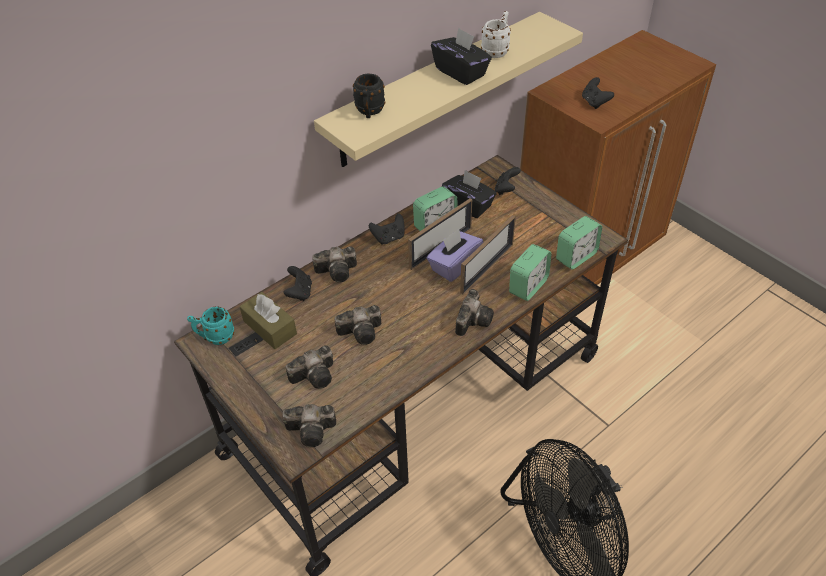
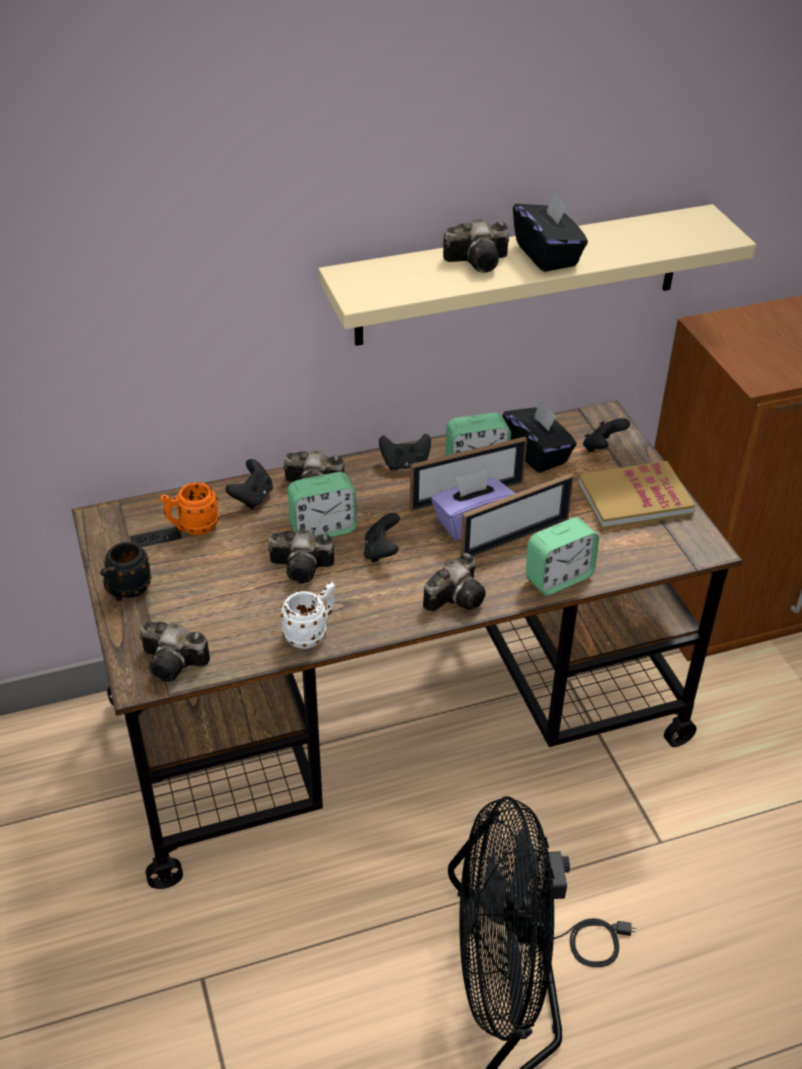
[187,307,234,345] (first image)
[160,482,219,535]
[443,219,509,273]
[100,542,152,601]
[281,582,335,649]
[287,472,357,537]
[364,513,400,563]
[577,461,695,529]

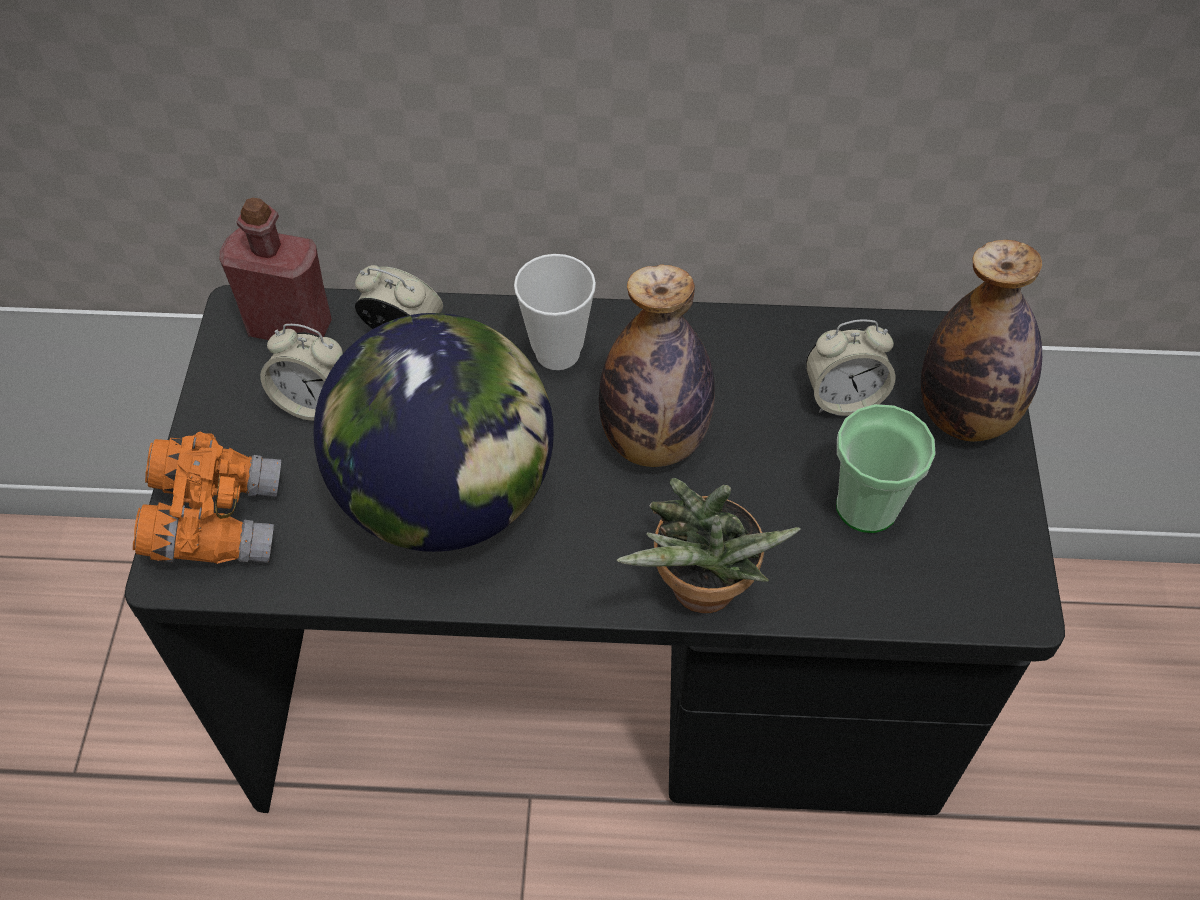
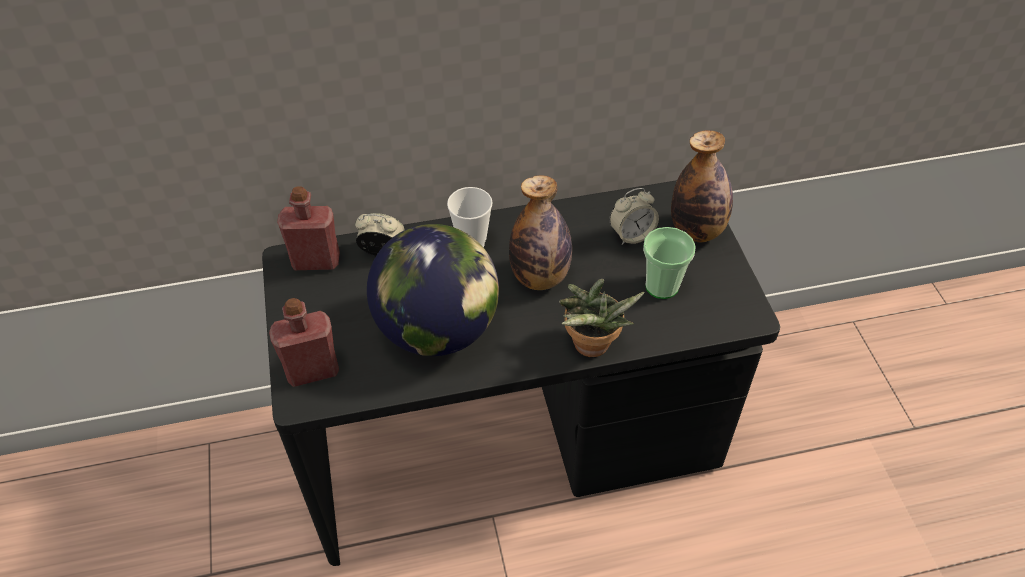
[269,298,339,387]
[260,324,343,421] (first image)

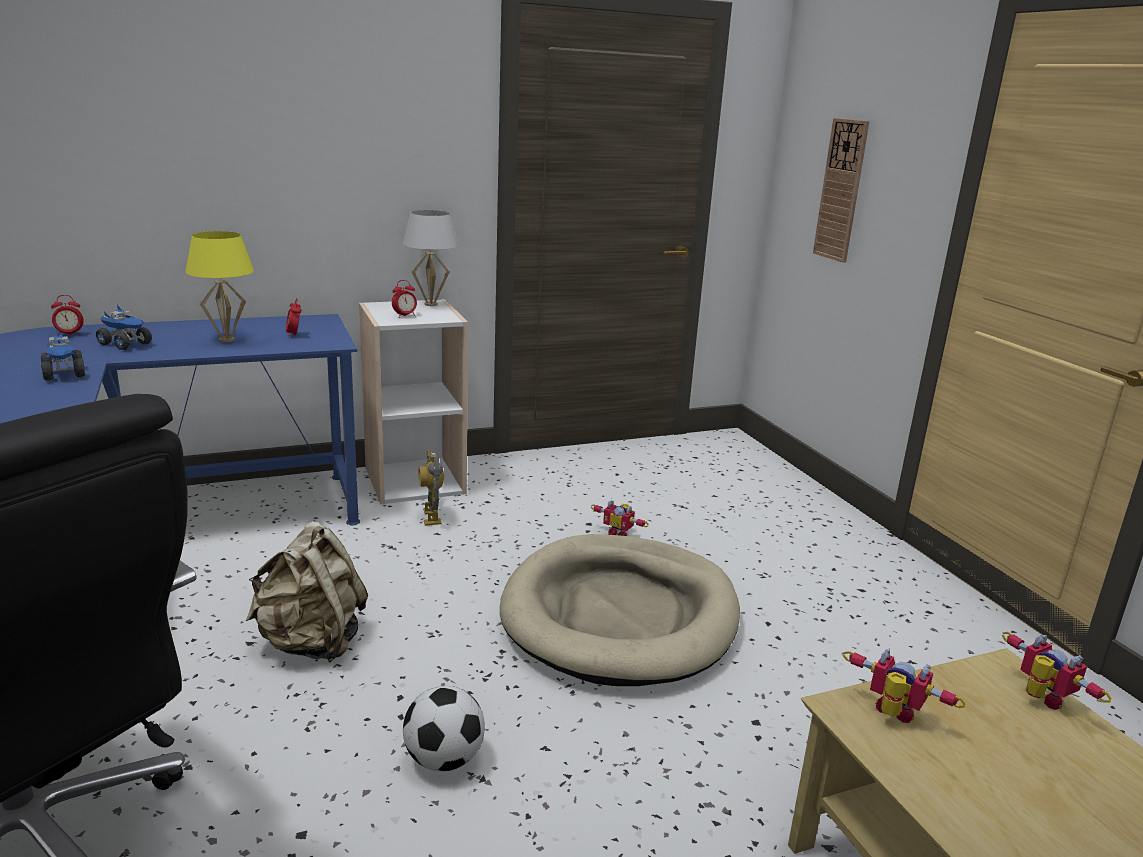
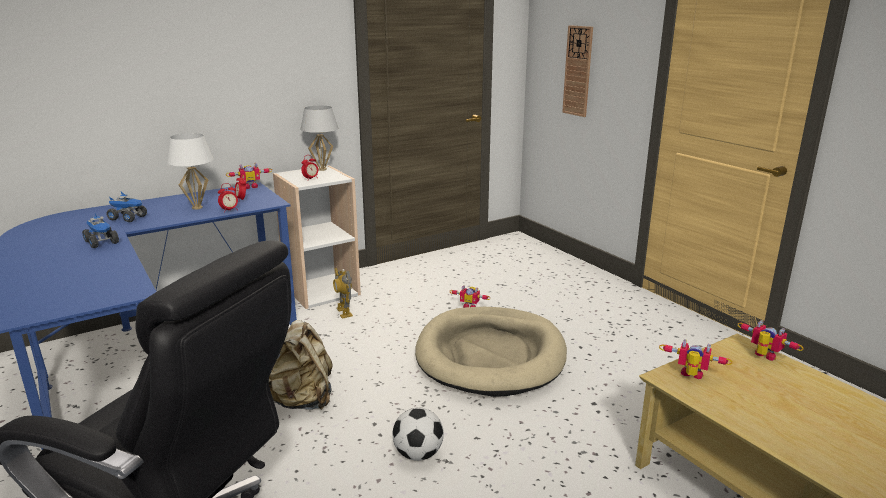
[218,183,238,212]
[167,133,214,210]
[226,163,272,189]

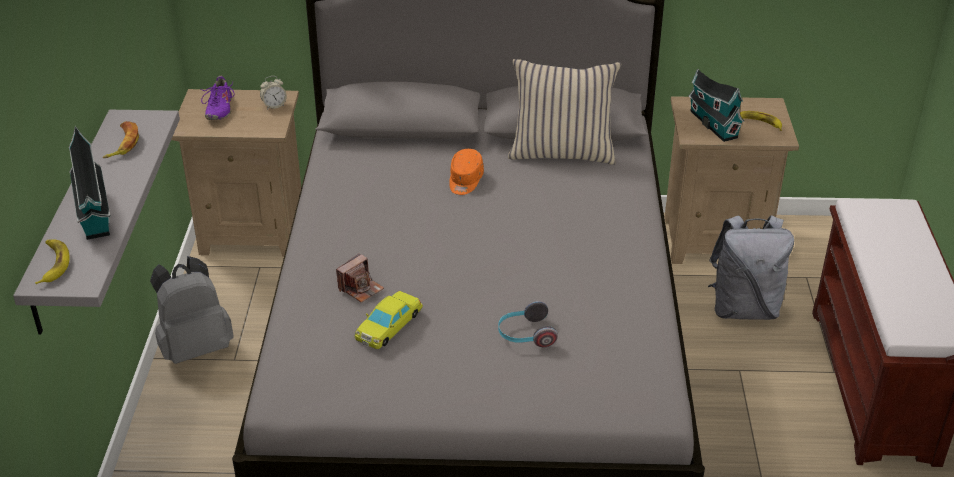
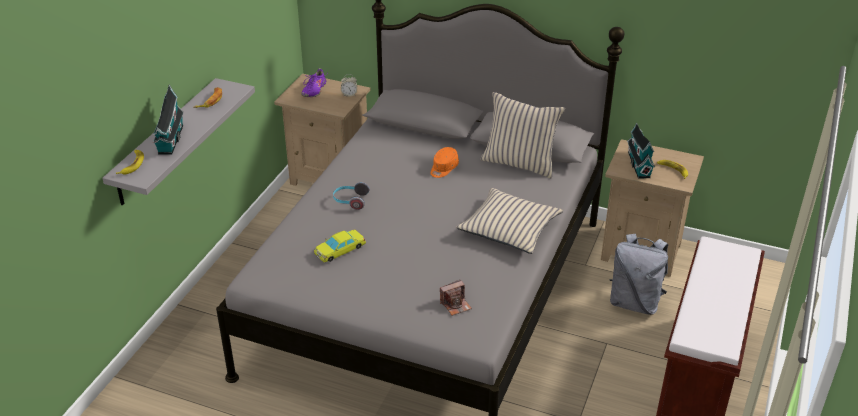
[150,256,234,364] (first image)
[440,280,472,316]
[333,182,369,210]
[456,188,563,254]

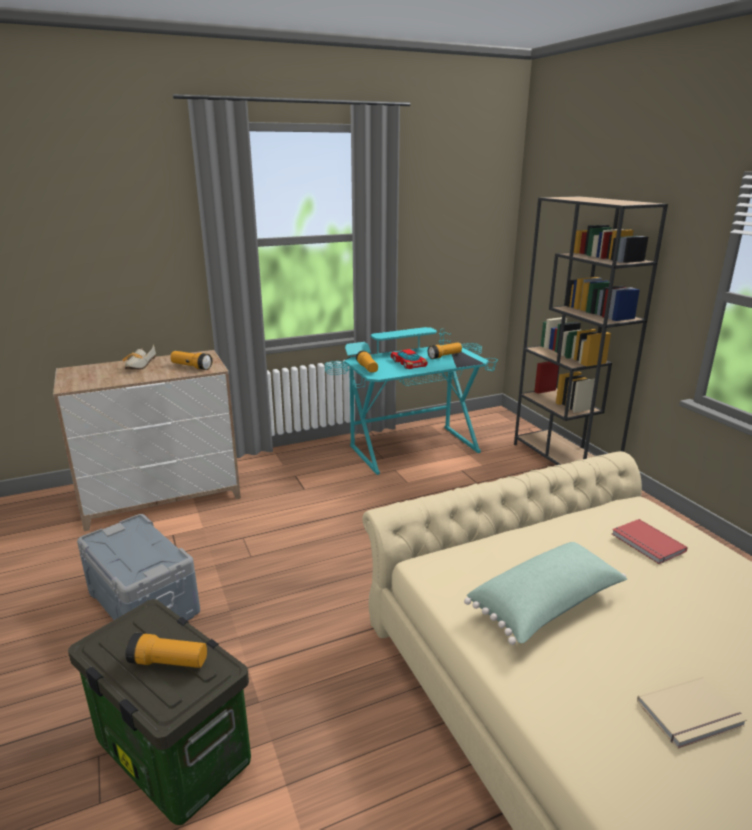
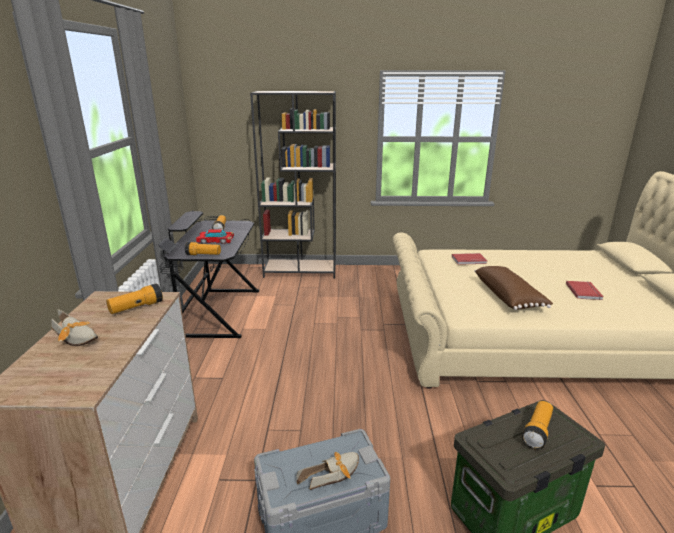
[158,211,259,338]
[475,266,553,310]
[566,281,604,300]
[296,452,359,490]

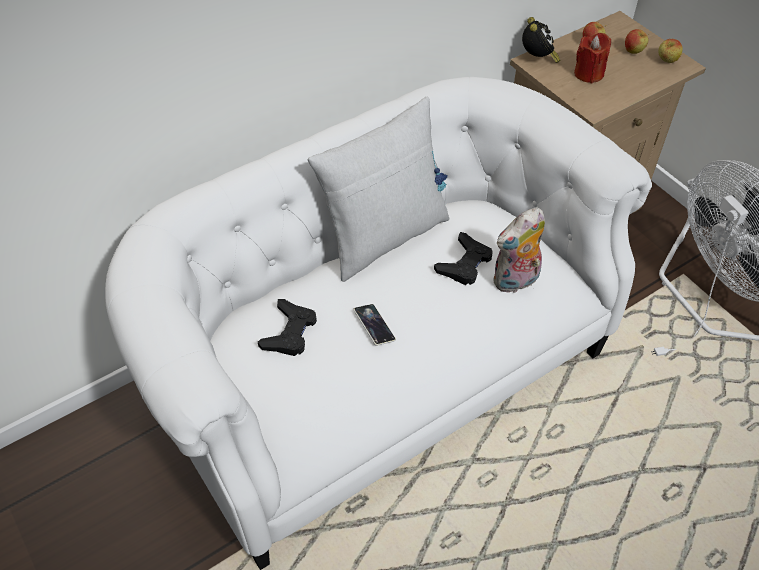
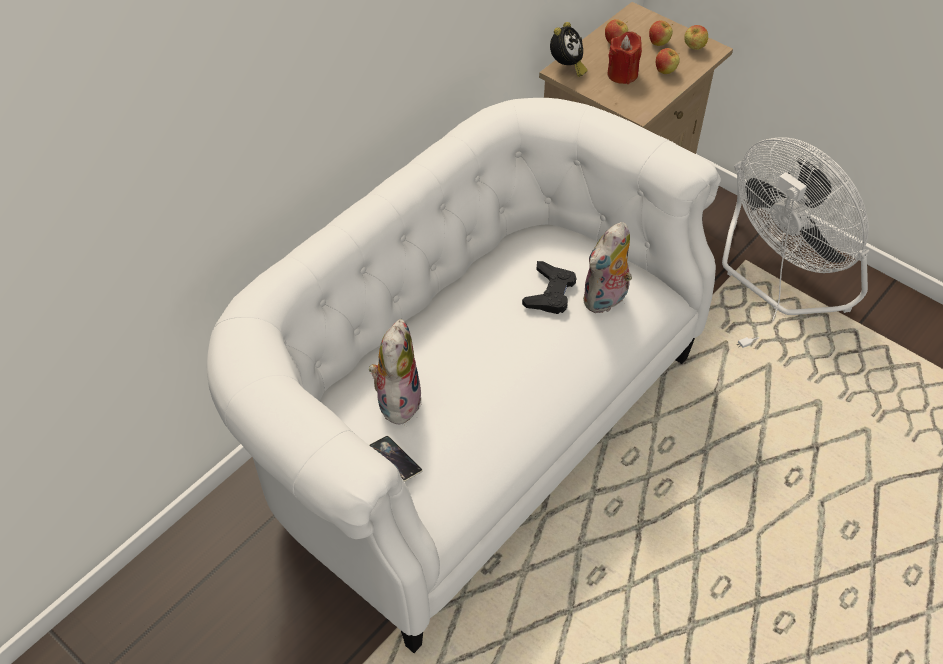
[369,319,421,425]
[308,97,449,282] (first image)
[370,436,423,482]
[550,22,588,77]
[656,48,680,74]

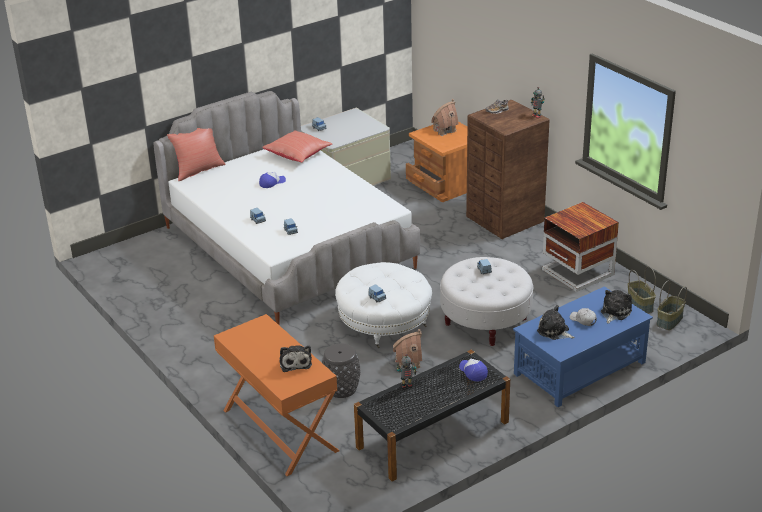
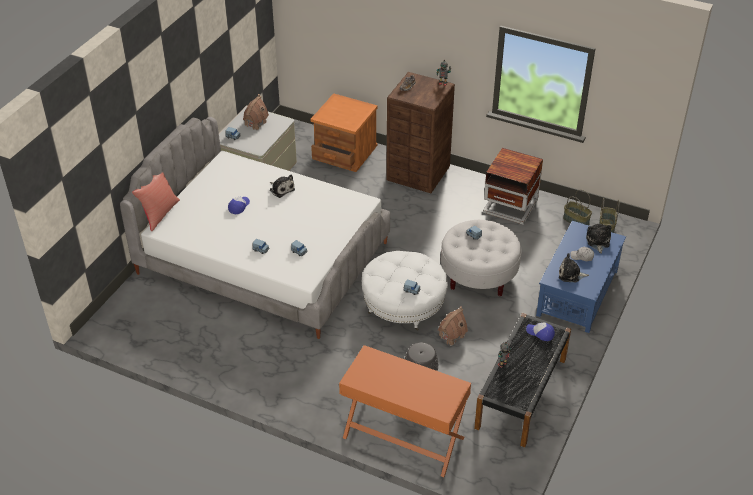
[262,130,332,162] (first image)
[270,175,295,198]
[243,94,269,131]

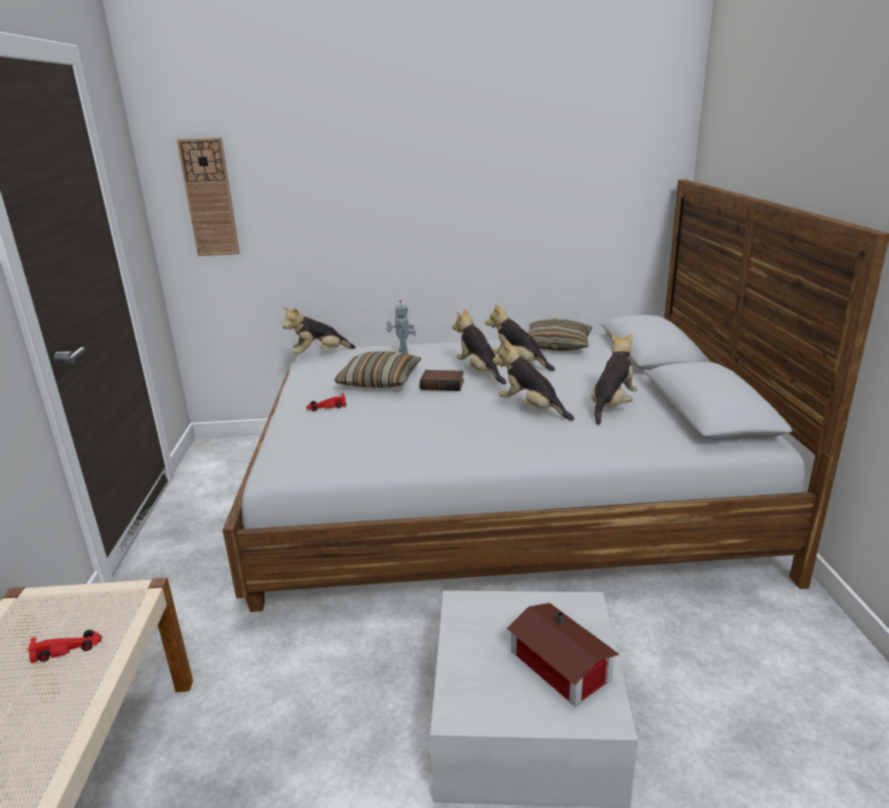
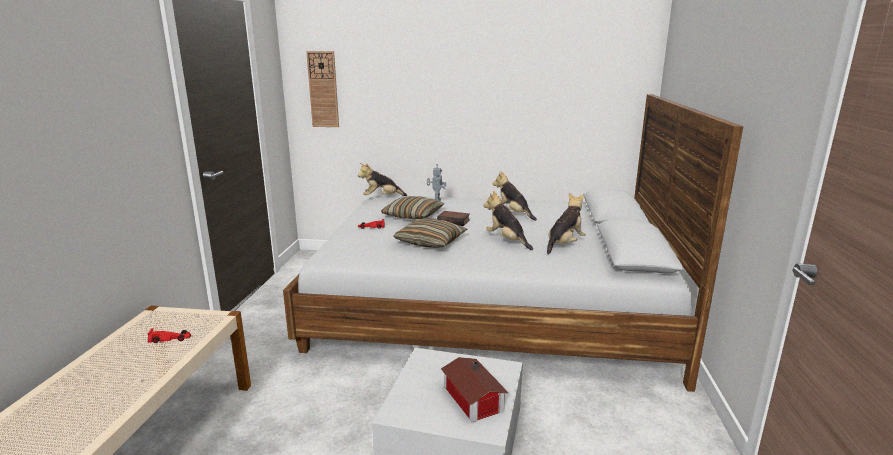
[452,309,506,385] (first image)
[393,219,467,248]

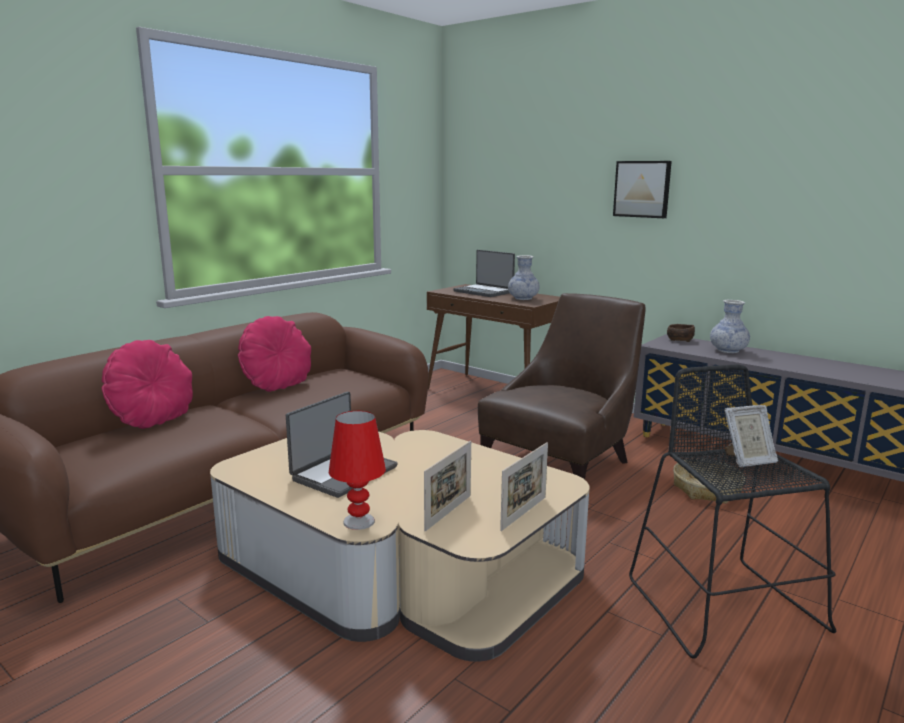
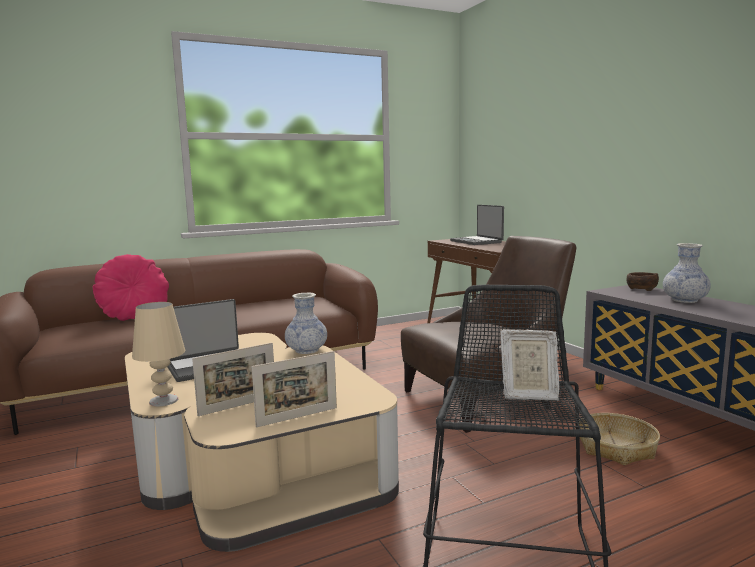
[238,316,311,392] (first image)
[132,302,185,406]
[285,292,327,354]
[613,161,672,218] (first image)

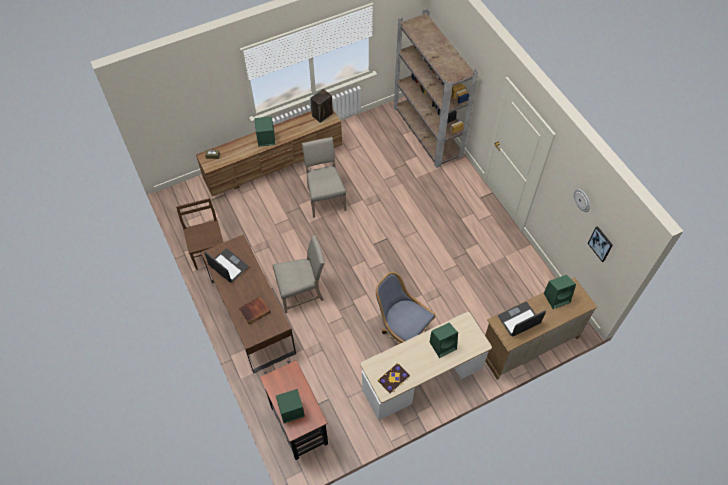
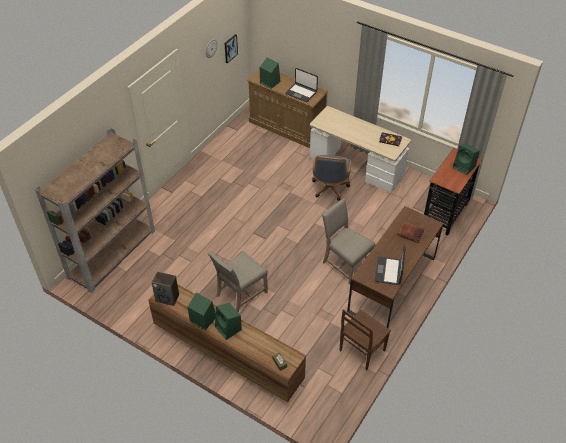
[187,293,216,330]

